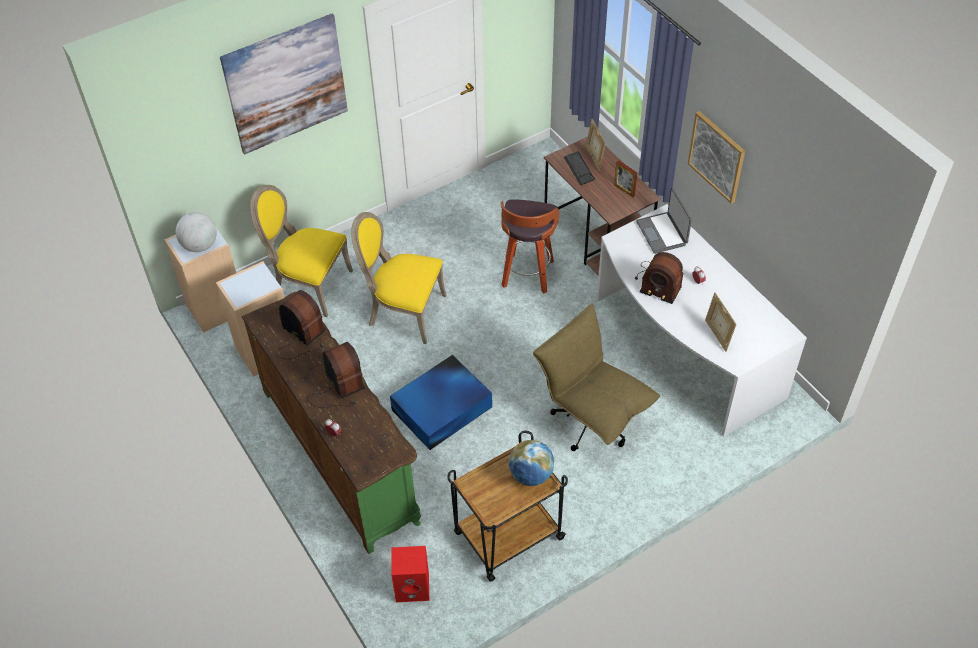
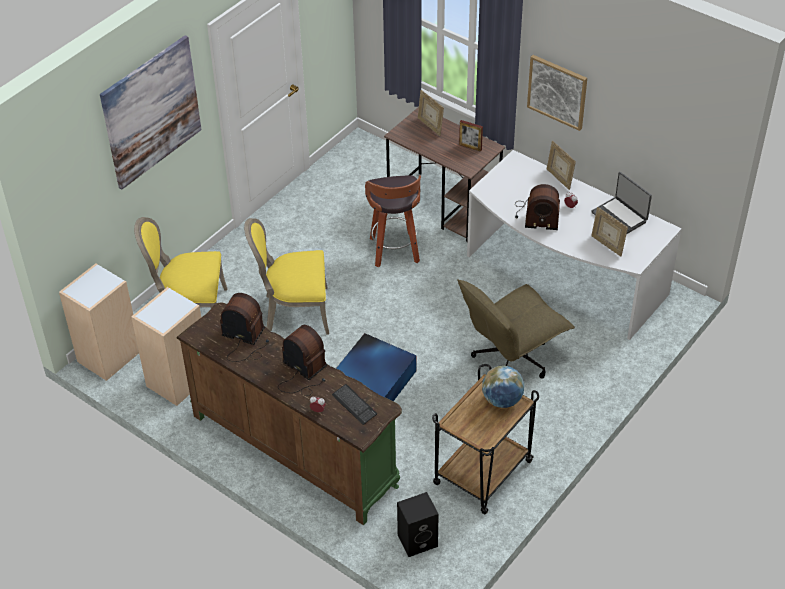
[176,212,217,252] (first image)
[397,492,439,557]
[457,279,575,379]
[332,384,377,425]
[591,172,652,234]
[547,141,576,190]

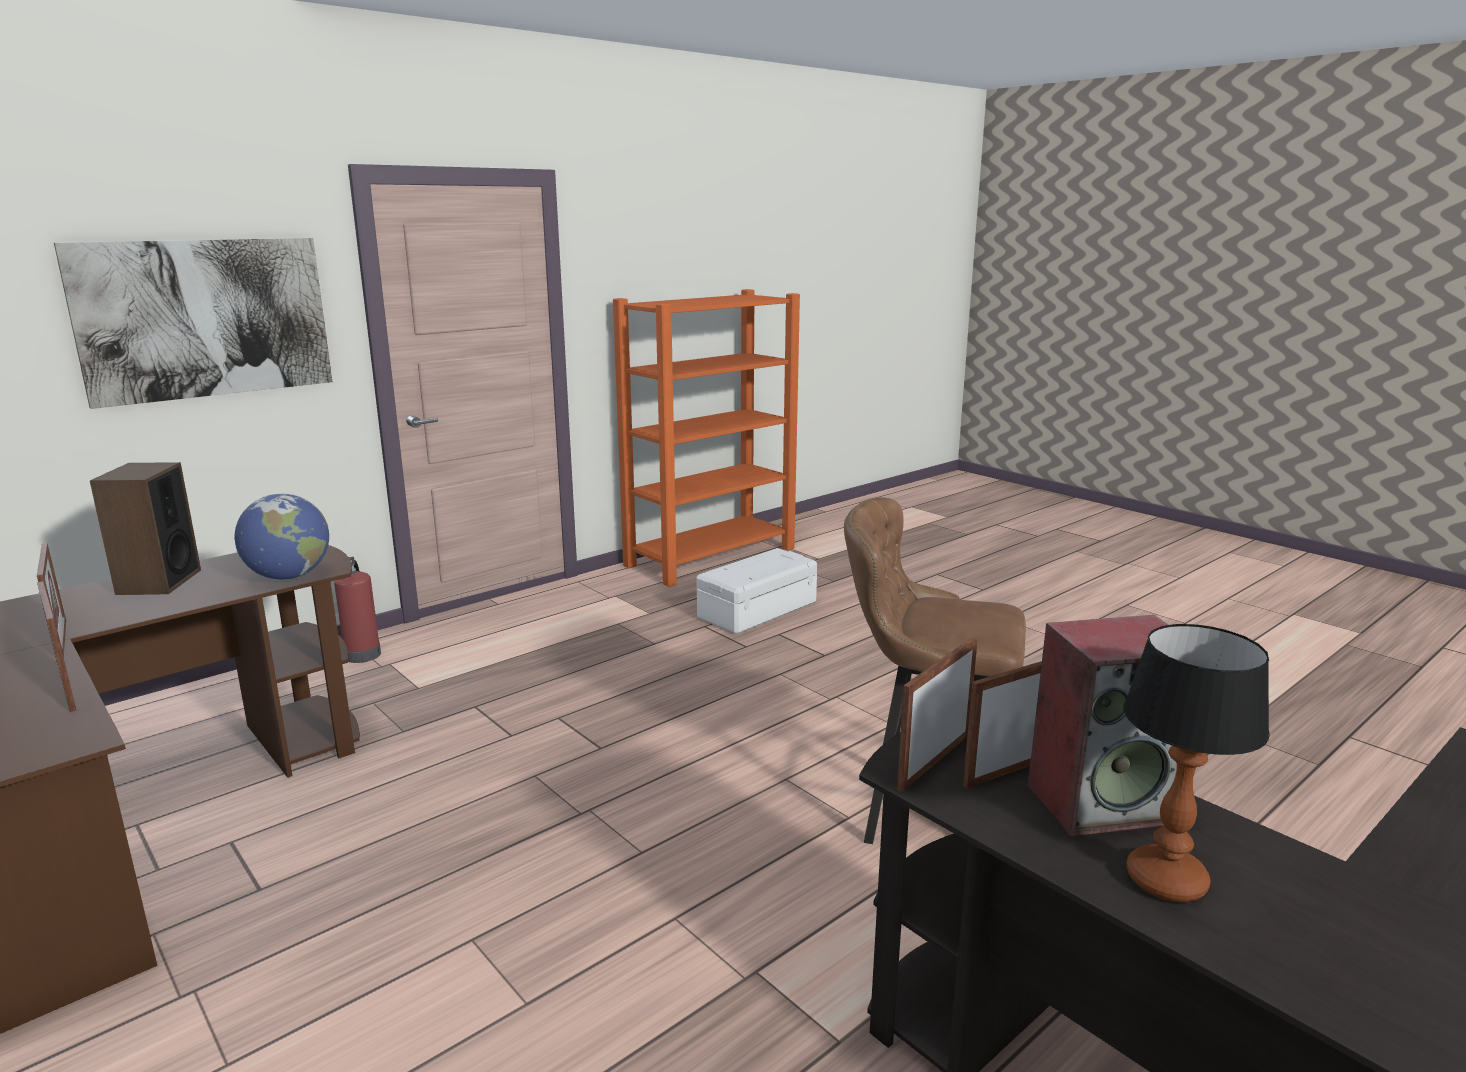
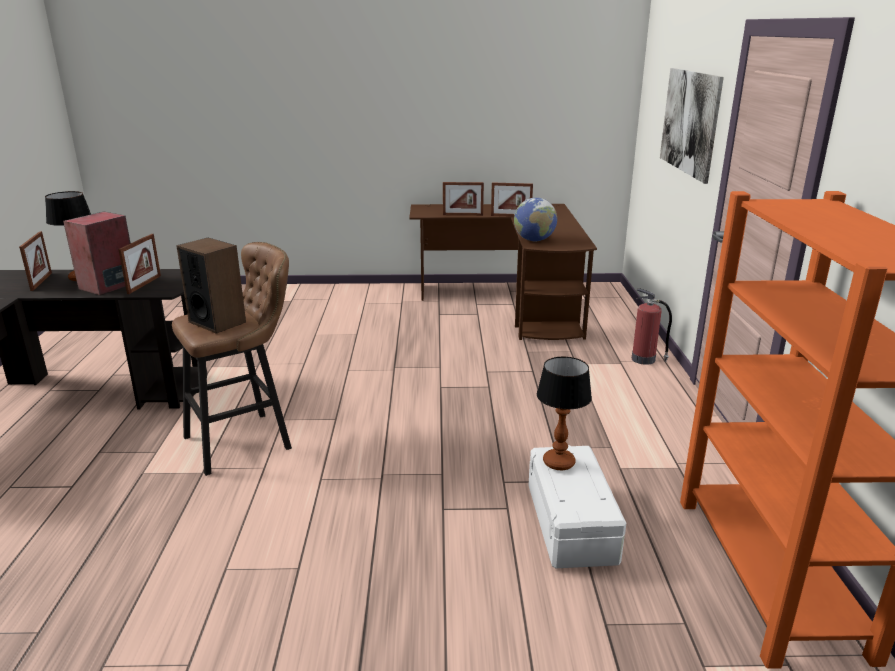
[176,238,246,334]
[19,231,52,291]
[537,356,592,470]

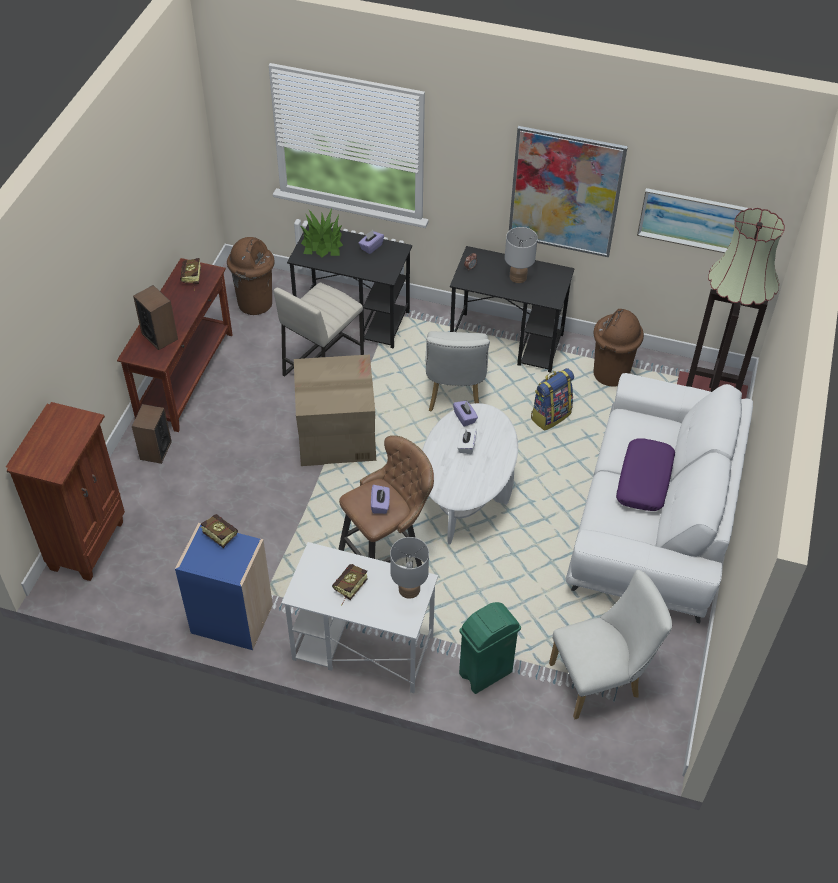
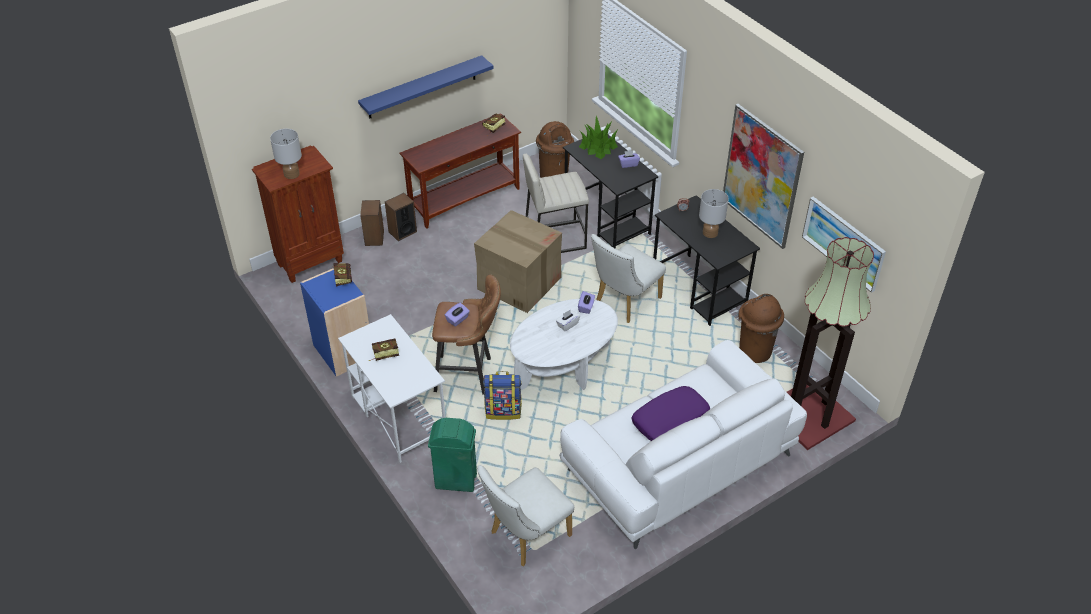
[360,200,384,246]
[270,129,302,179]
[483,371,522,420]
[477,465,574,566]
[358,55,494,119]

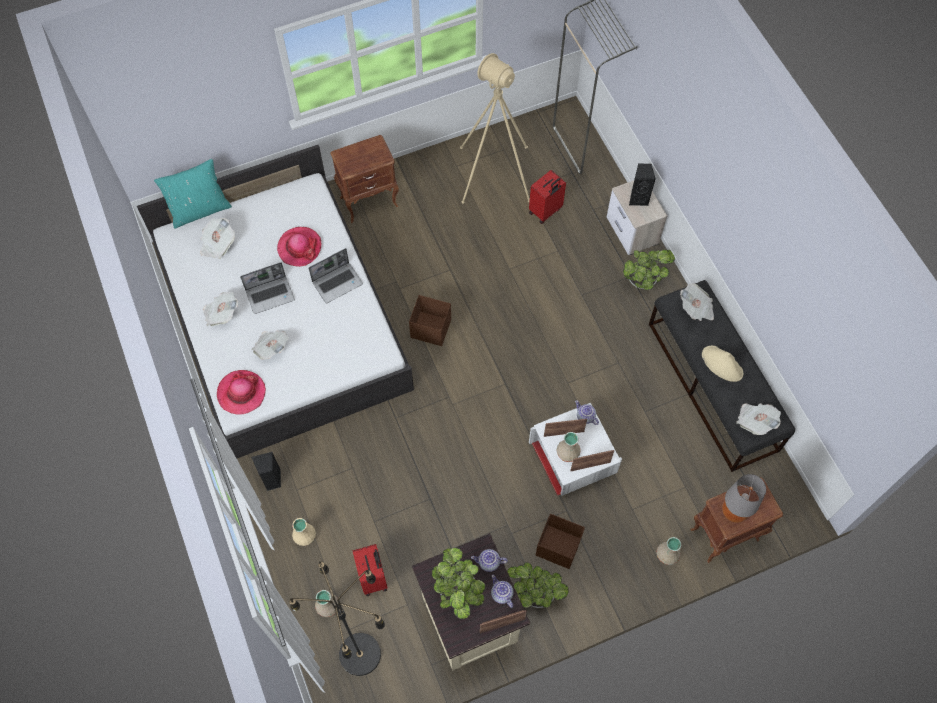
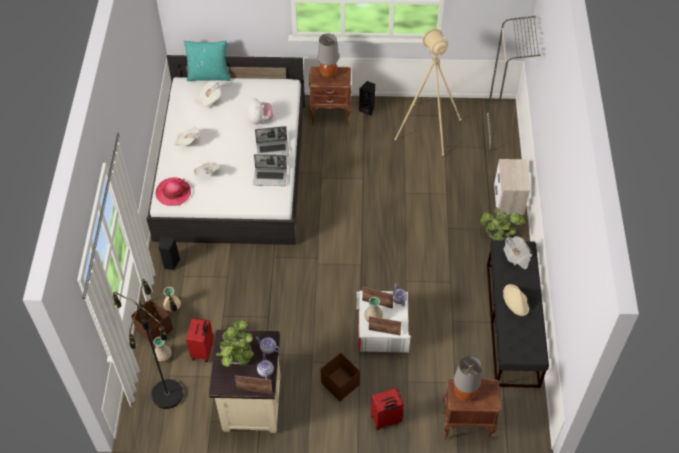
[253,154,287,186]
[247,98,273,124]
[131,299,173,346]
[507,562,569,608] (first image)
[371,388,404,430]
[359,81,375,115]
[657,537,681,565] (first image)
[736,403,781,435] (first image)
[318,34,339,78]

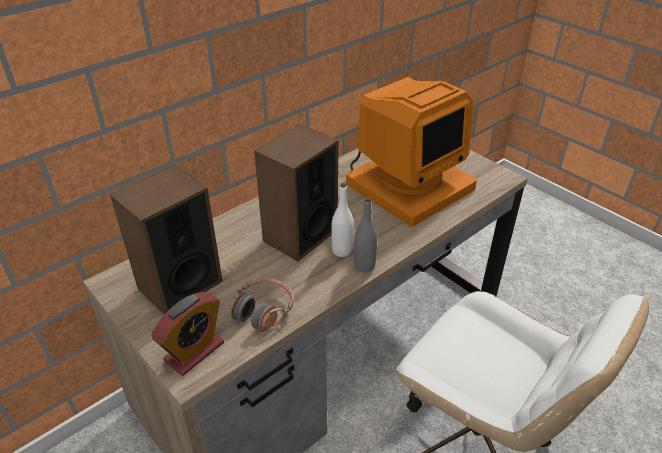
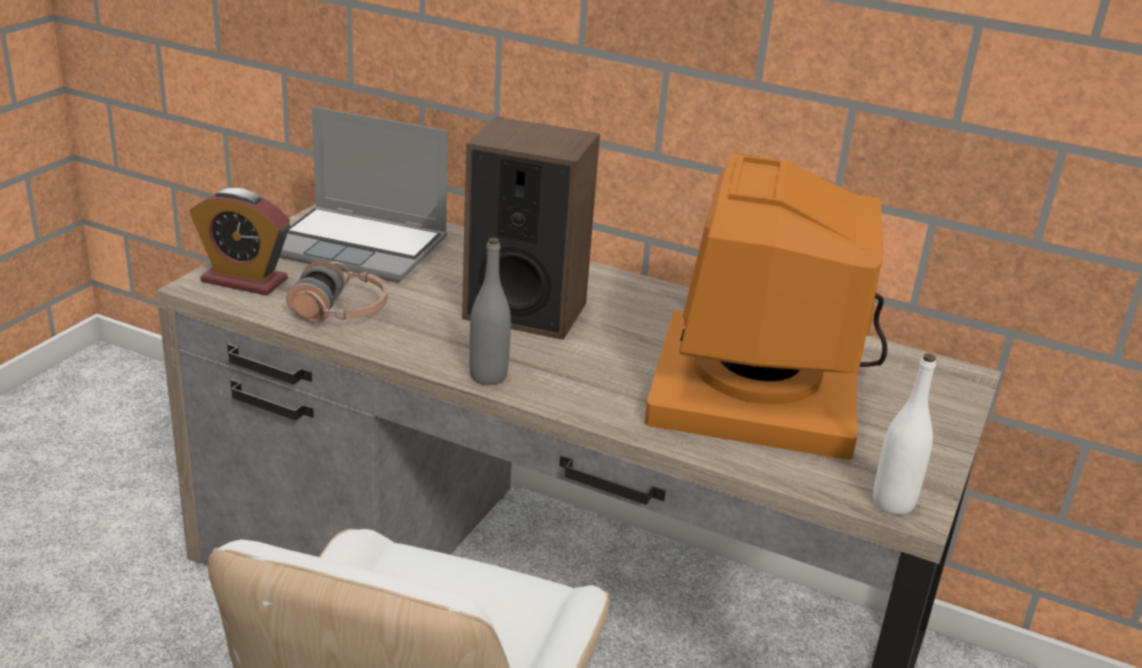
[279,106,448,283]
[873,353,936,515]
[644,154,887,460]

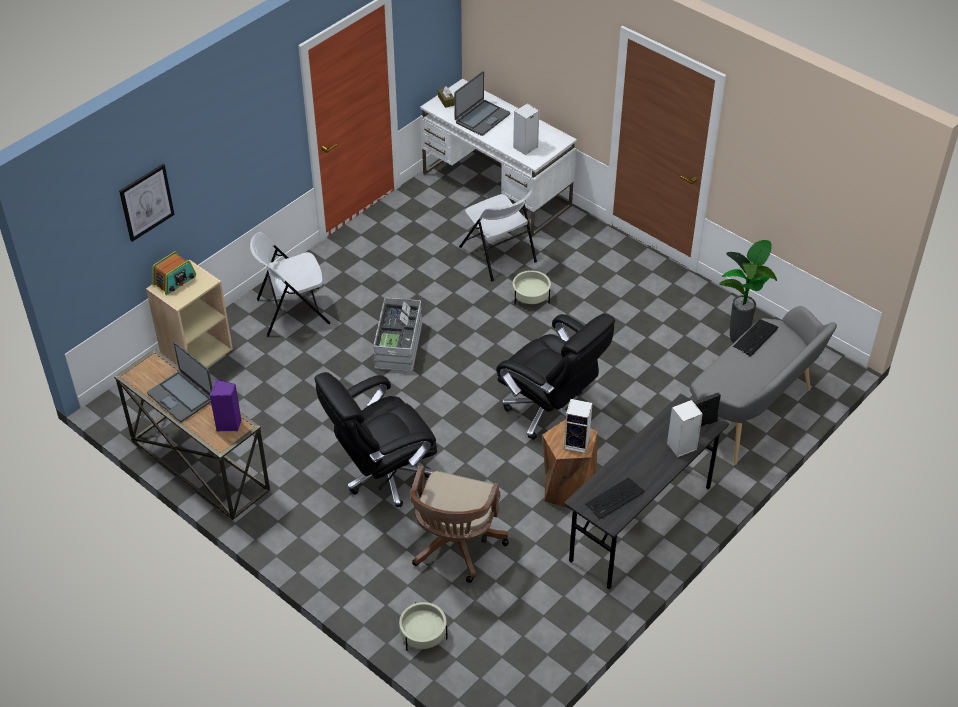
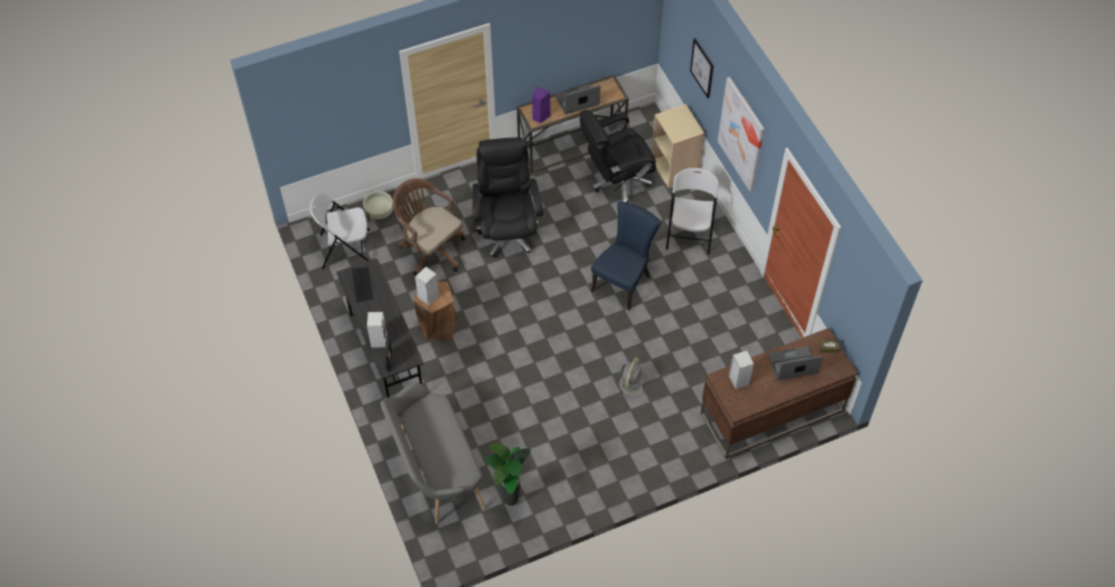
[152,251,196,295] (first image)
[591,202,662,311]
[700,328,858,459]
[768,346,823,380]
[310,192,370,269]
[580,110,656,203]
[615,357,647,398]
[733,319,779,357] (first image)
[718,77,764,192]

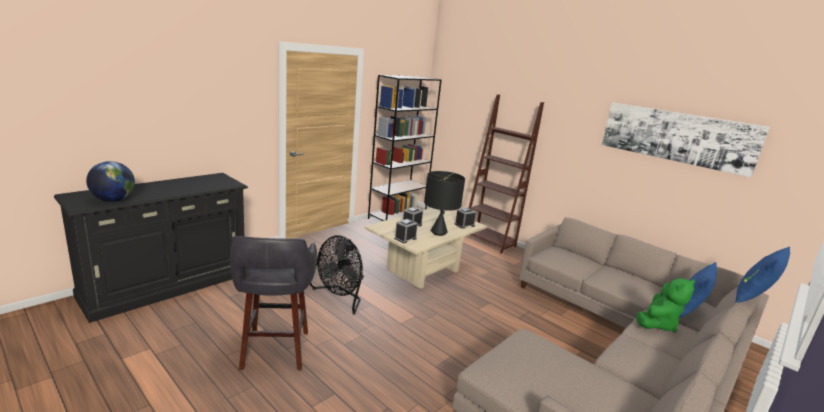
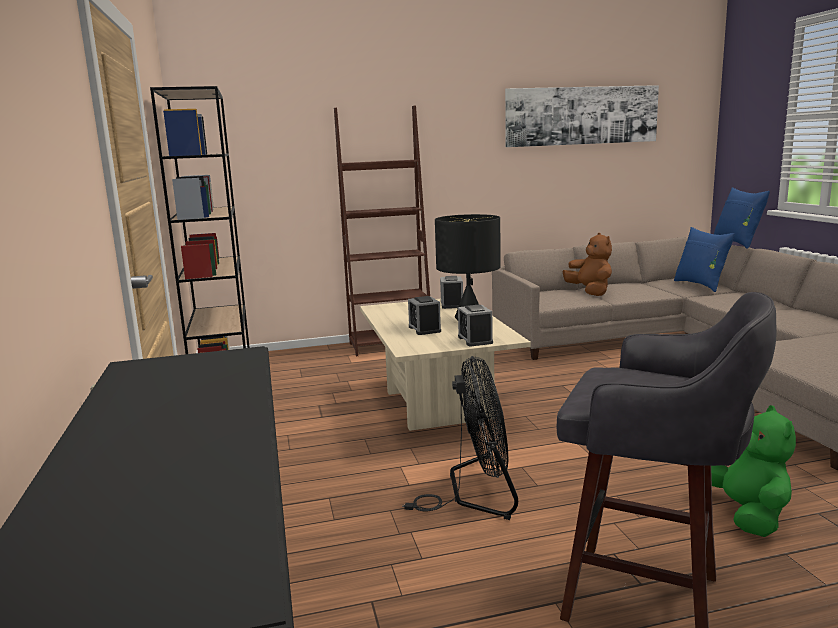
[86,161,135,202] (first image)
[402,356,518,520]
[711,405,796,537]
[563,233,612,296]

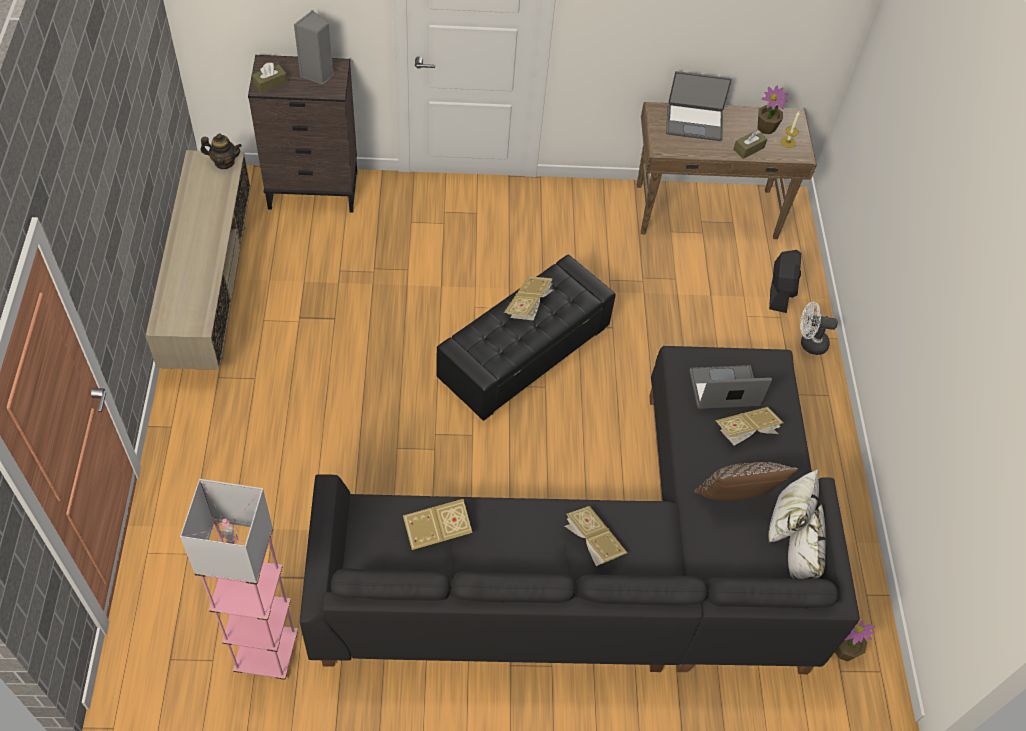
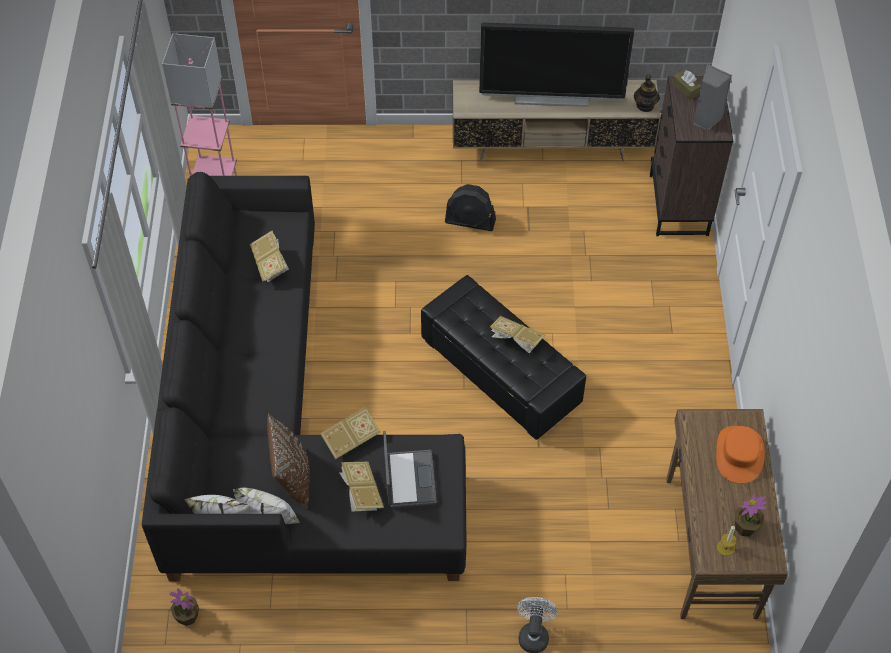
[320,407,380,459]
[716,426,765,484]
[733,130,767,159] (first image)
[445,184,496,231]
[479,23,634,107]

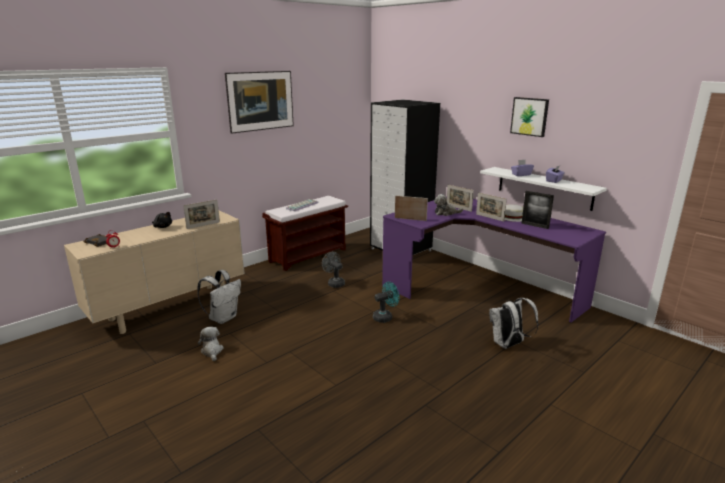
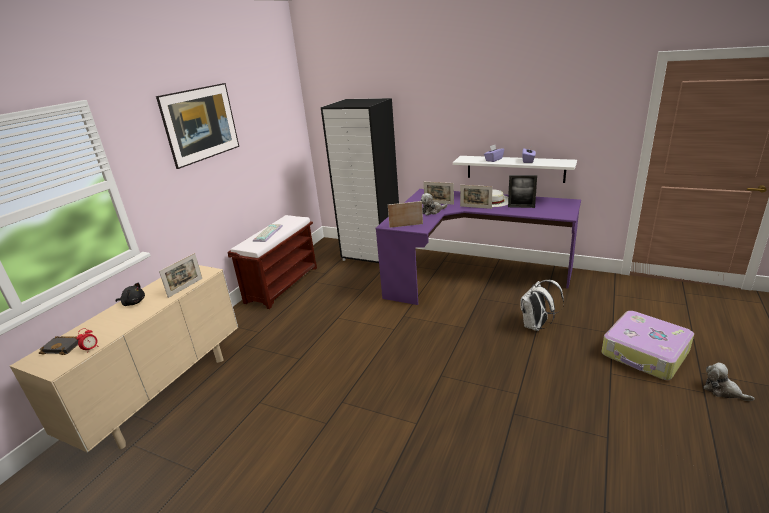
[197,270,241,324] (first image)
[704,362,755,401]
[322,252,345,288] (first image)
[373,282,400,323] (first image)
[510,97,549,137] (first image)
[601,311,694,380]

